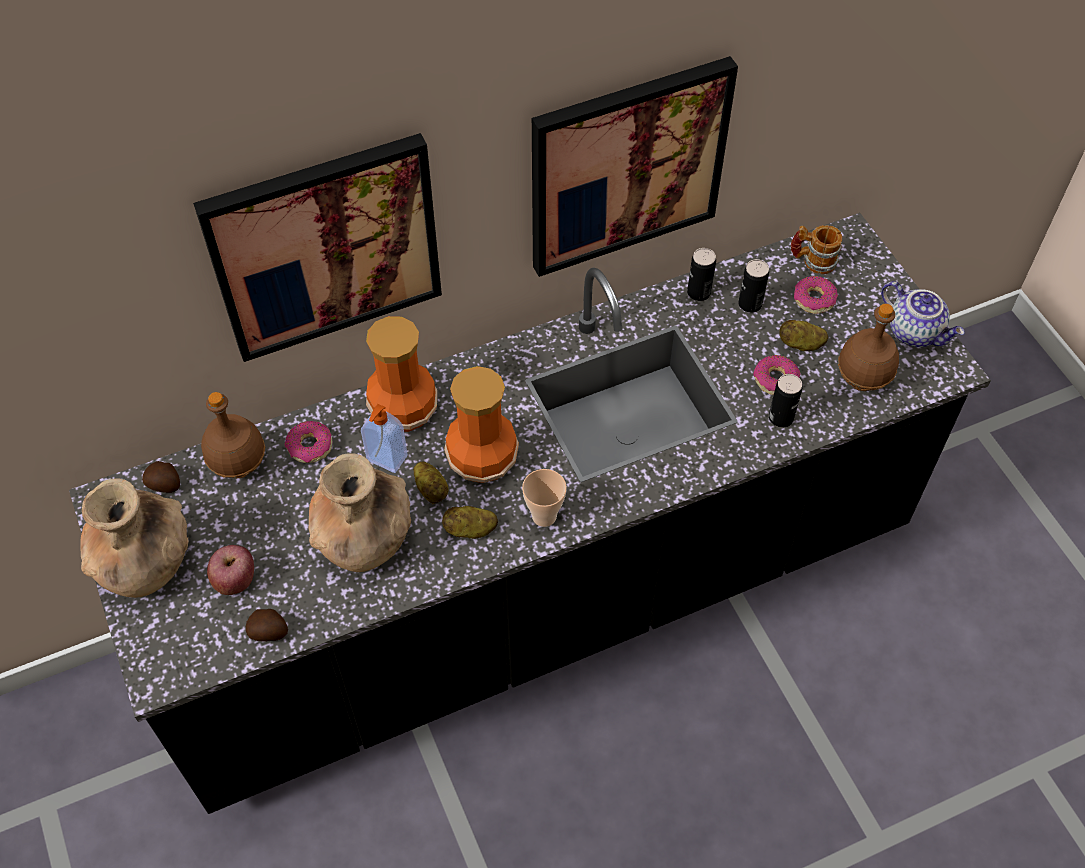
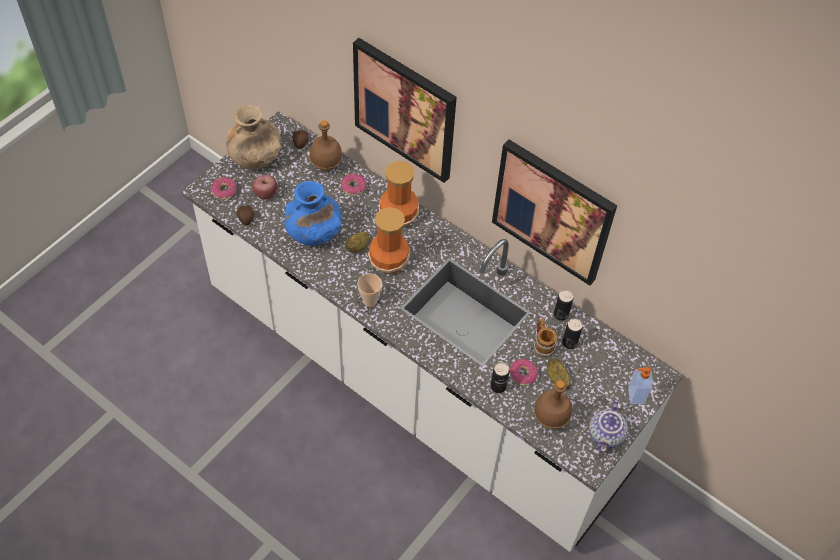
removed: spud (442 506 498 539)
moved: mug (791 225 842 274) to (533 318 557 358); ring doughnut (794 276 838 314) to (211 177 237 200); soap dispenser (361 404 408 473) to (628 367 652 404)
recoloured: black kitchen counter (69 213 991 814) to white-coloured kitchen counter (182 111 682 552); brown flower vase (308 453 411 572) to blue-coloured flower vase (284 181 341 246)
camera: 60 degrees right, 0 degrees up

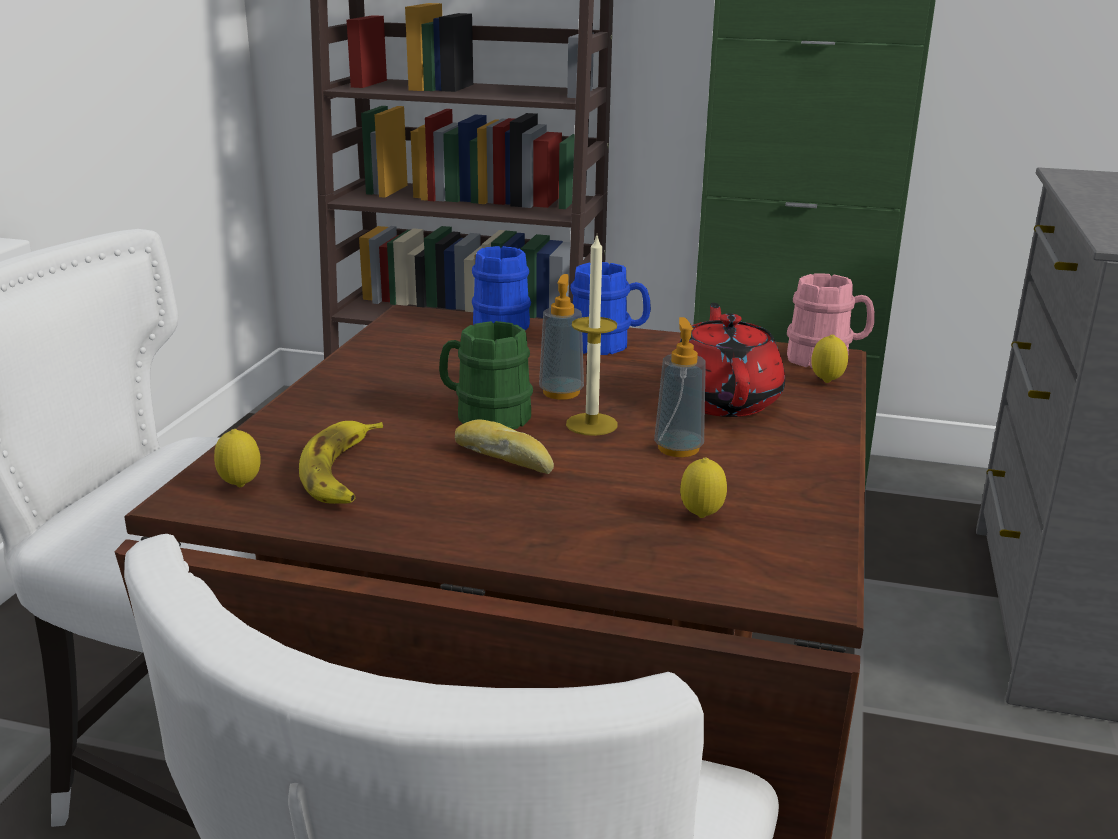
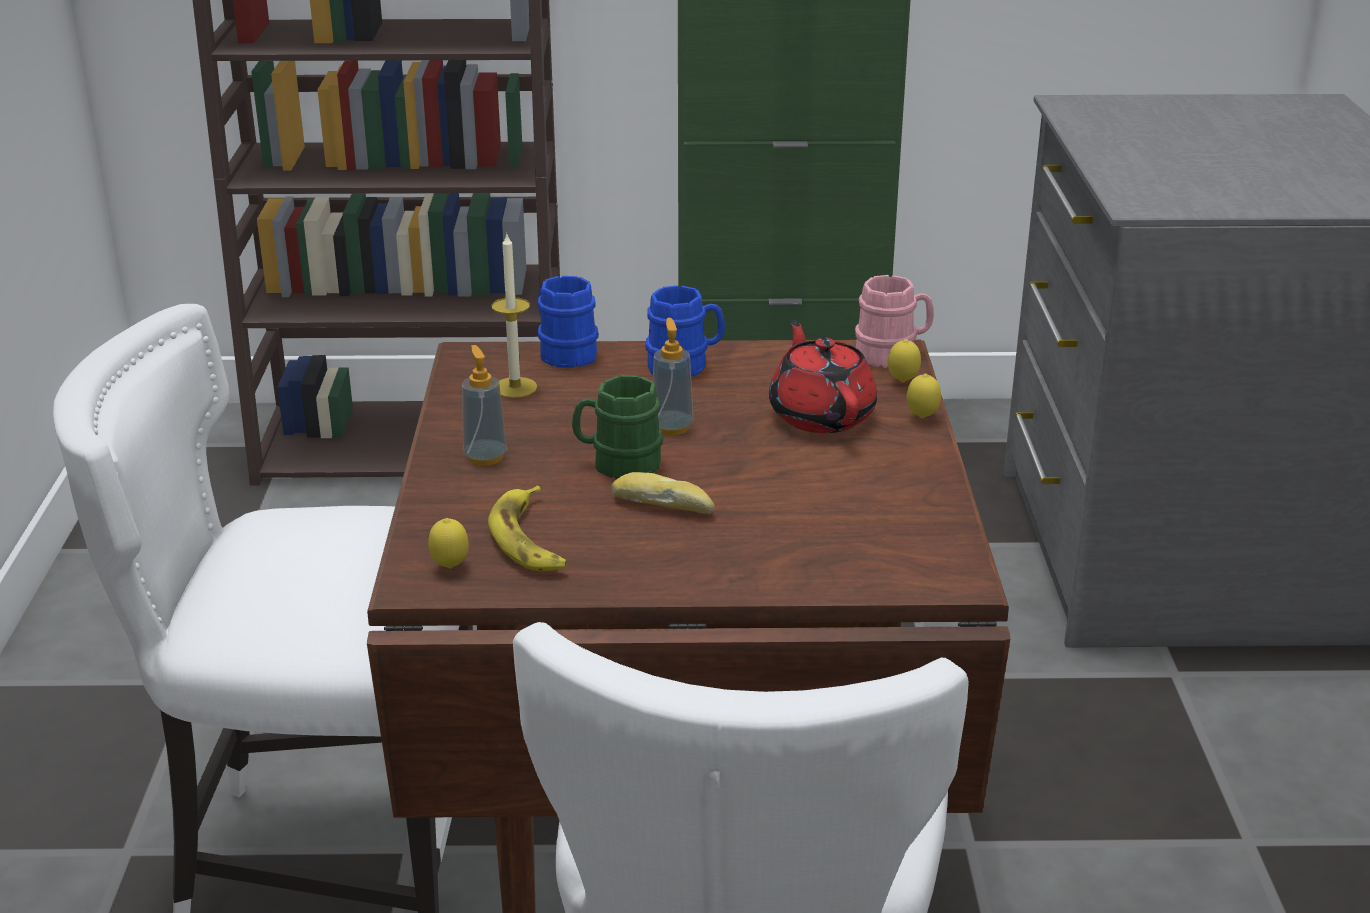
moved: wax candle (566 236 618 436) to (491 232 537 398); soap dispenser (654 317 706 457) to (462 345 507 466); whole lemon (680 458 727 518) to (907 374 941 419)
camera: 15 degrees left, 5 degrees up

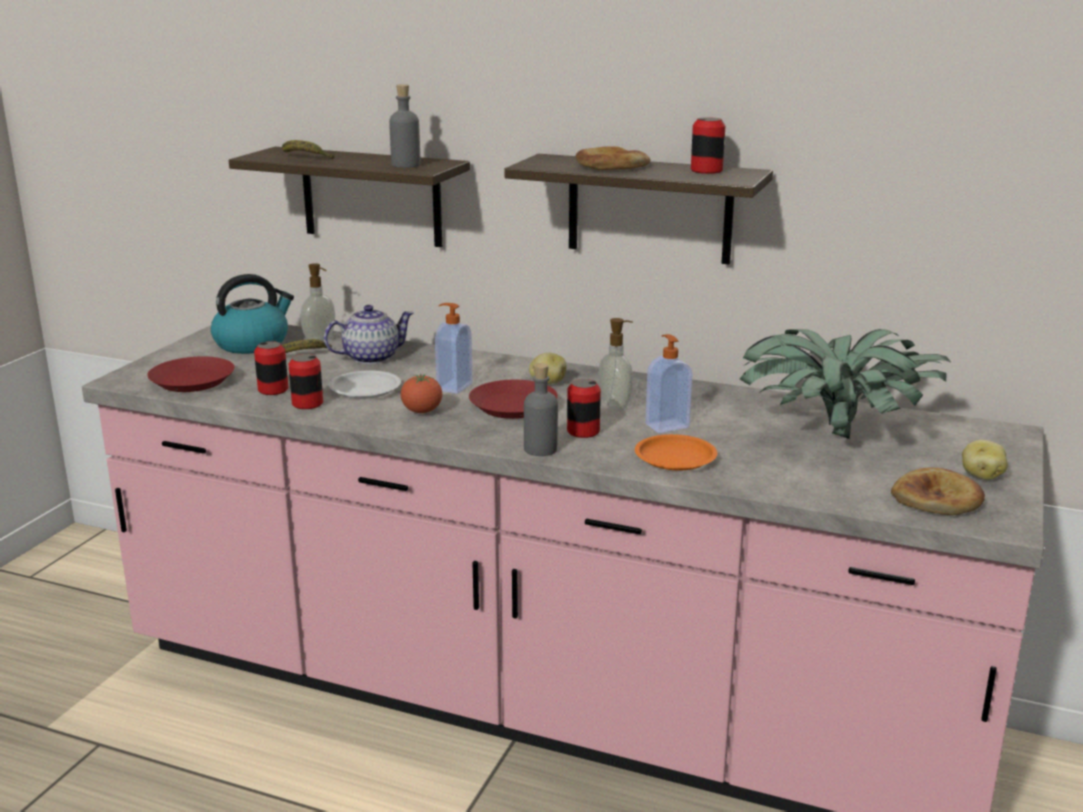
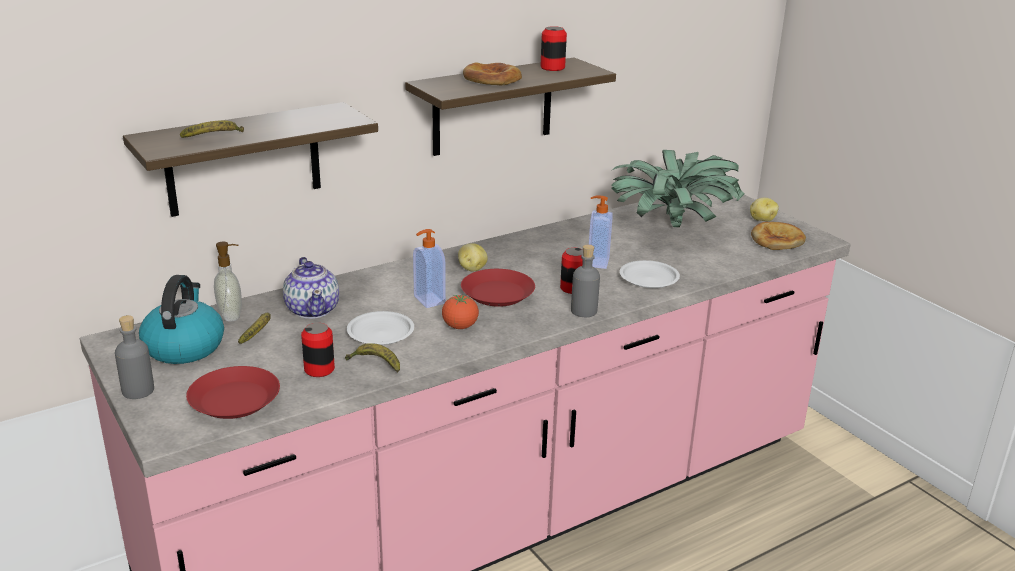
removed: soap dispenser (598 318 633 410)
moved: greyish beverage bottle (389 84 420 168) to (115 315 154 399)
replaced: sealed can (288 354 323 409) to whole banana (345 343 400 372)
recoloured: orange-coloured dinner plate (635 434 717 470) to white-coloured dinner plate (620 260 680 288)
turned: tea pot (324 305 414 364) = (283 257 339 319) 150 degrees clockwise
camera: 55 degrees left, 5 degrees up

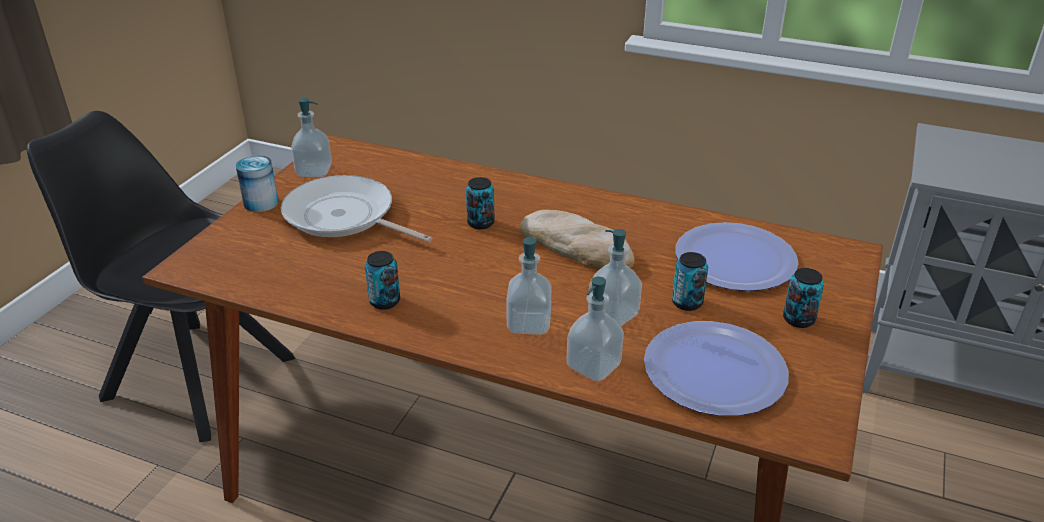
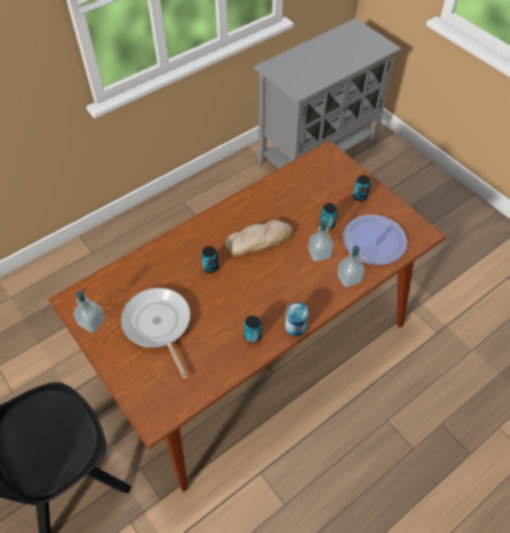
removed: dinner plate (676 222 799 291); soap dispenser (506 236 552 335)
moved: sealed can (236 155 278 212) to (285 302 309 336)
turned: pan (281 175 432 242) = (121 288 190 379) 90 degrees clockwise
camera: 60 degrees left, 20 degrees up

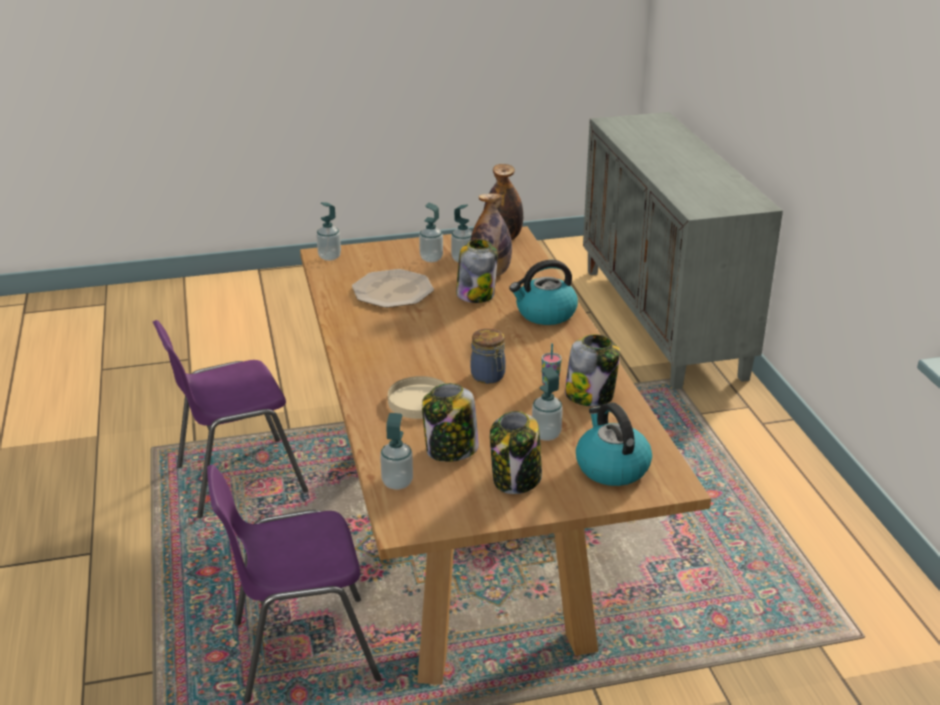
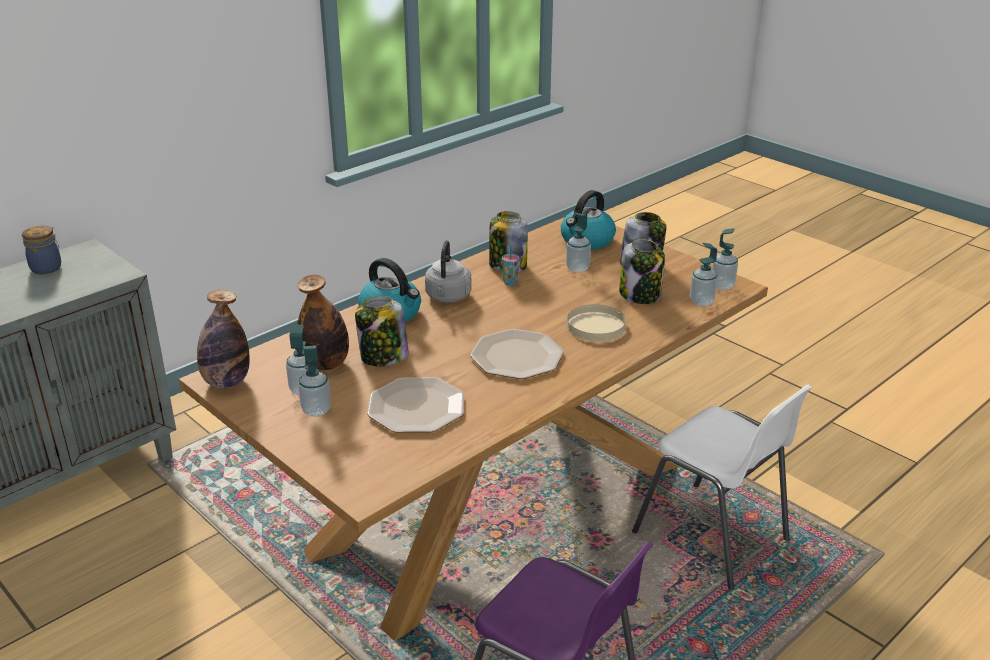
added: greyish tea kettle (425 240 472 303); dinner plate (470 329 564 379)
moved: soap dispenser (317 202 341 261) to (712 228 738 290); preserve jar (471 329 506 384) to (22 226 61 274)
recoloured: purple-coloured upright chair (207 465 382 703) to white-coloured upright chair (632 385 812 590)
camera: 120 degrees left, 0 degrees up

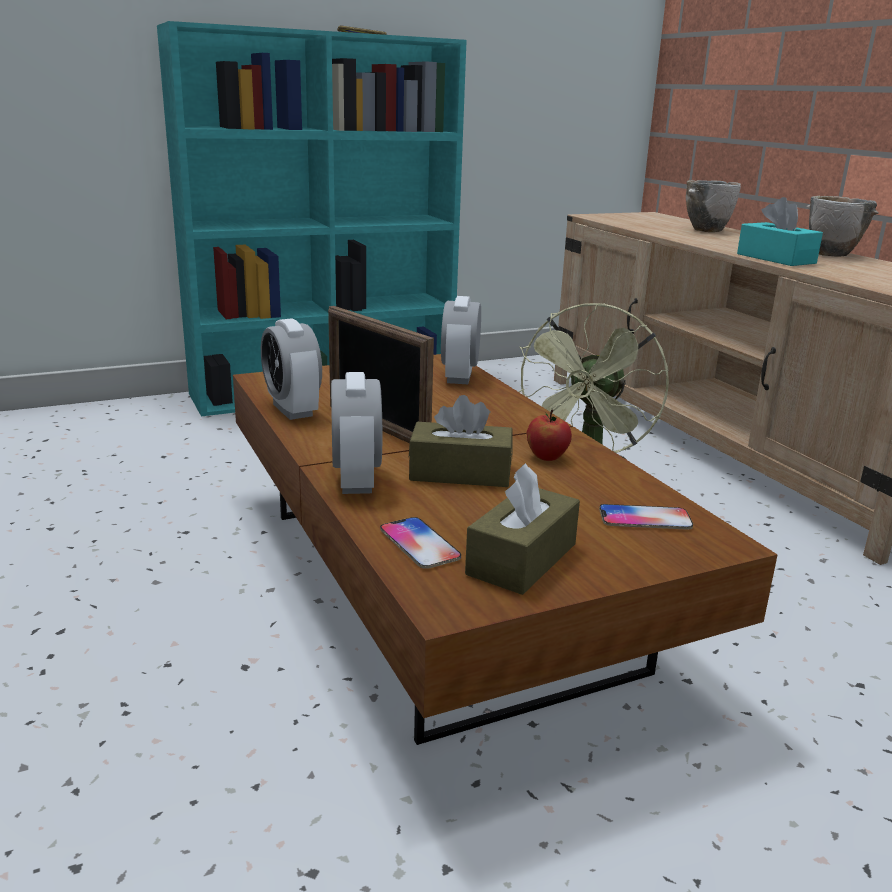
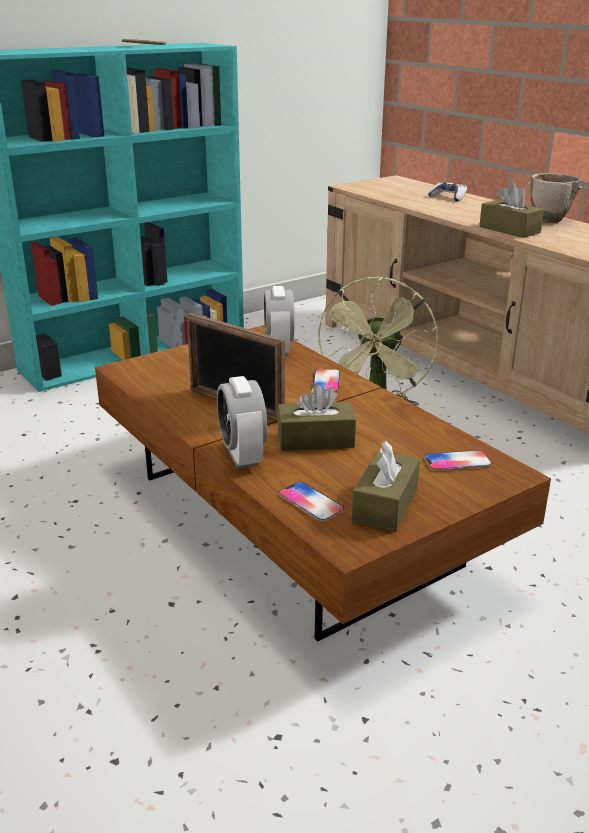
removed: alarm clock (261 318 322 420); apple fruit (527 410 572 461)
added: phone (313 369 340 393)
replaced: deep dish (686 180 741 232) to game controller (428 182 467 202)
recoloured: turquoise-coloured tissue box (737 197 823 266) to brown tissue box (479 183 544 238)
camera: 10 degrees left, 5 degrees up

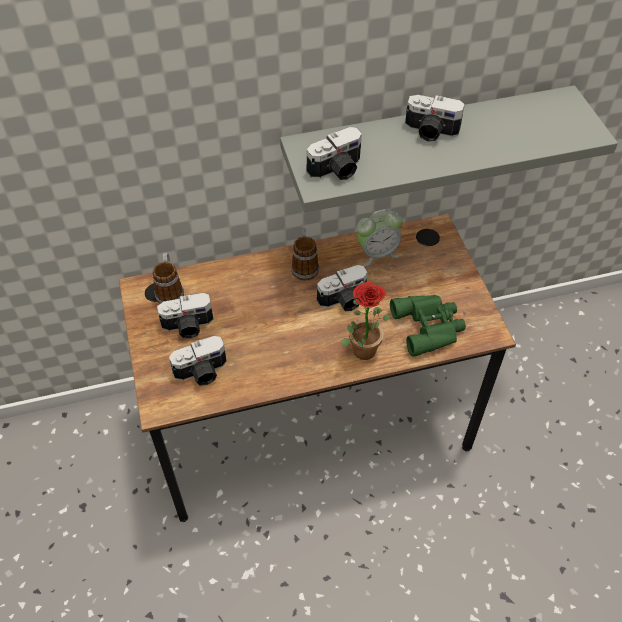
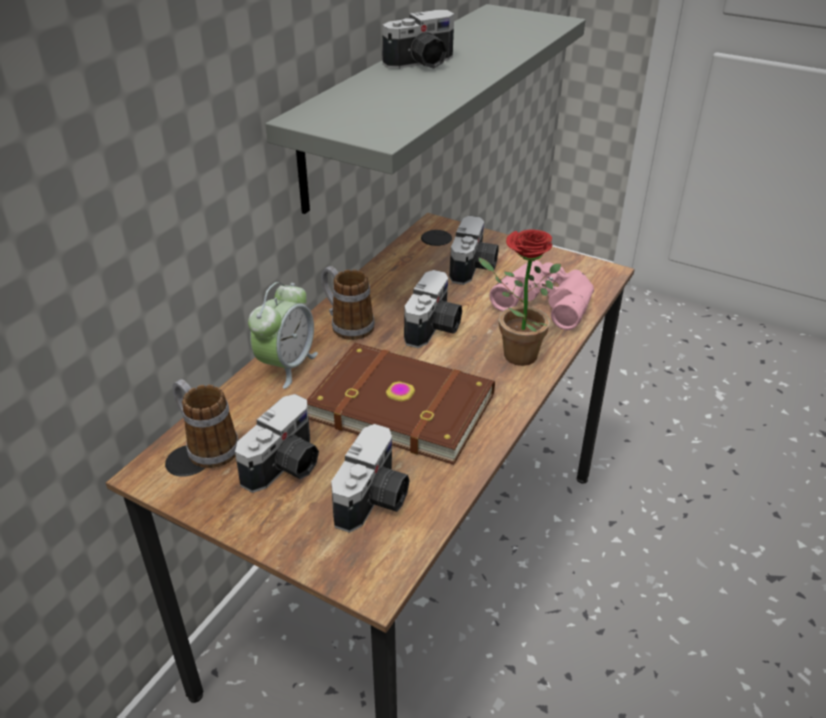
added: brown book (307 343 495 465)
moved: still camera (307 127 362 180) to (449 216 499 285); alarm clock (357 210 403 266) to (248 282 318 389)
recoloured: greenish pair of binoculars (390 295 466 357) to pink pair of binoculars (489 260 594 330)
camera: 45 degrees left, 15 degrees down

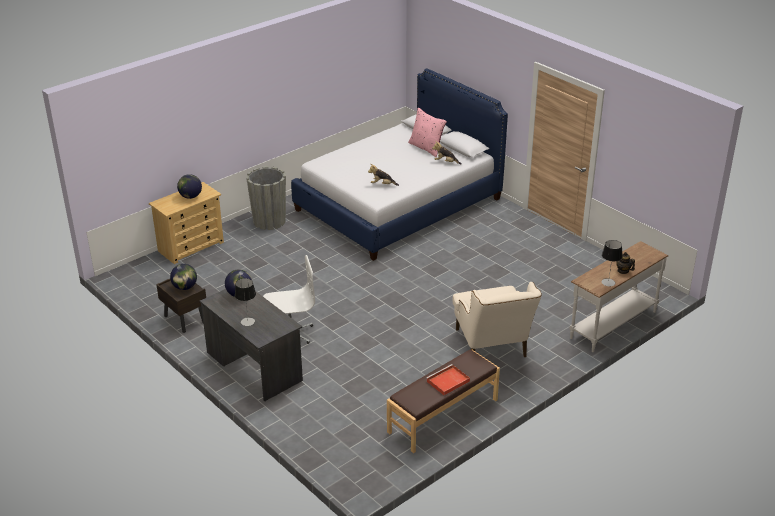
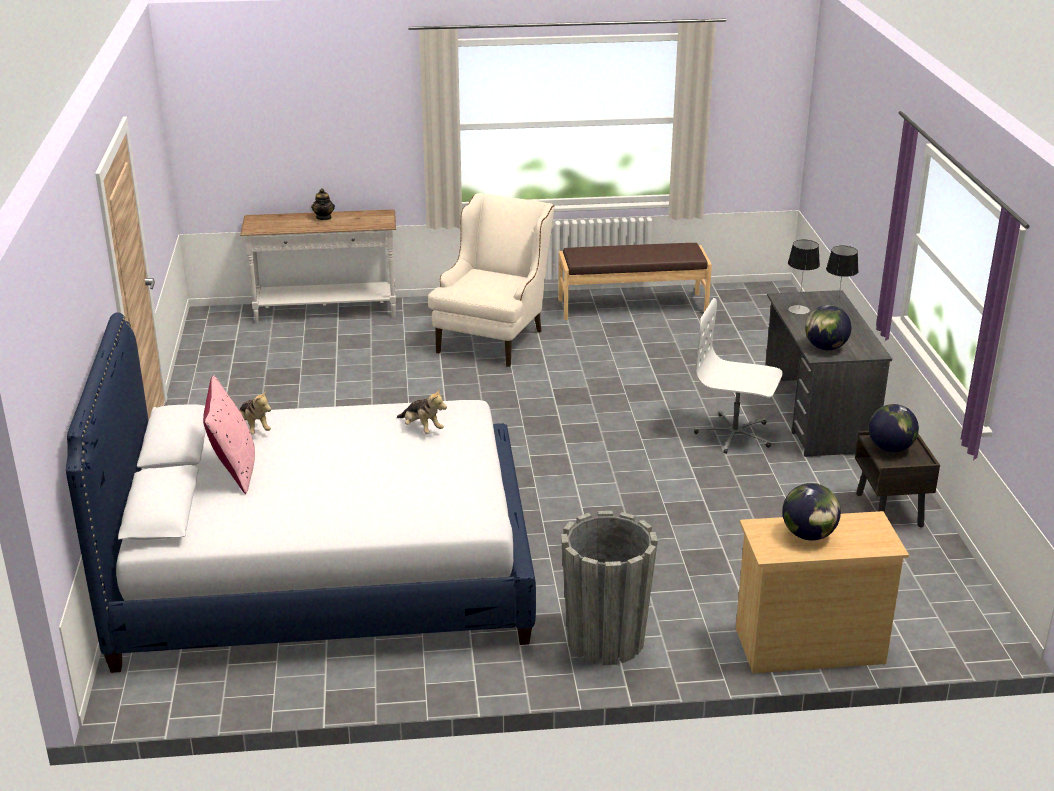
removed: red tray (426 364 470 395)
moved: tabletop lamp (602 240 623 286) to (788 240 820 314)
camera: 145 degrees left, 5 degrees down

